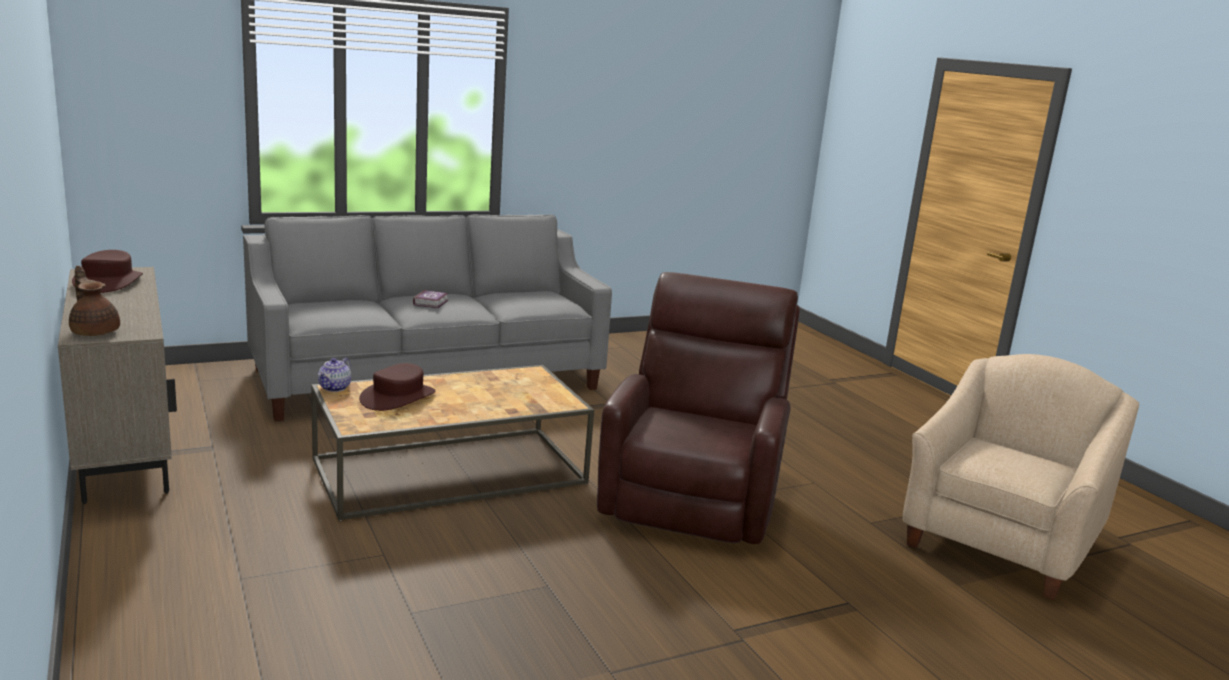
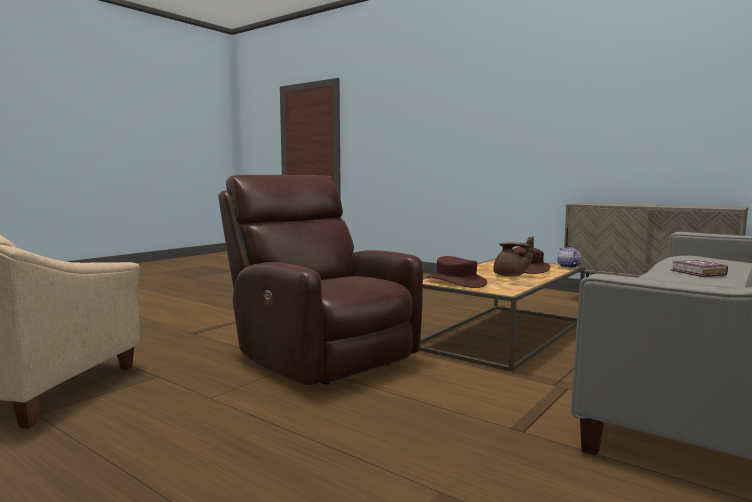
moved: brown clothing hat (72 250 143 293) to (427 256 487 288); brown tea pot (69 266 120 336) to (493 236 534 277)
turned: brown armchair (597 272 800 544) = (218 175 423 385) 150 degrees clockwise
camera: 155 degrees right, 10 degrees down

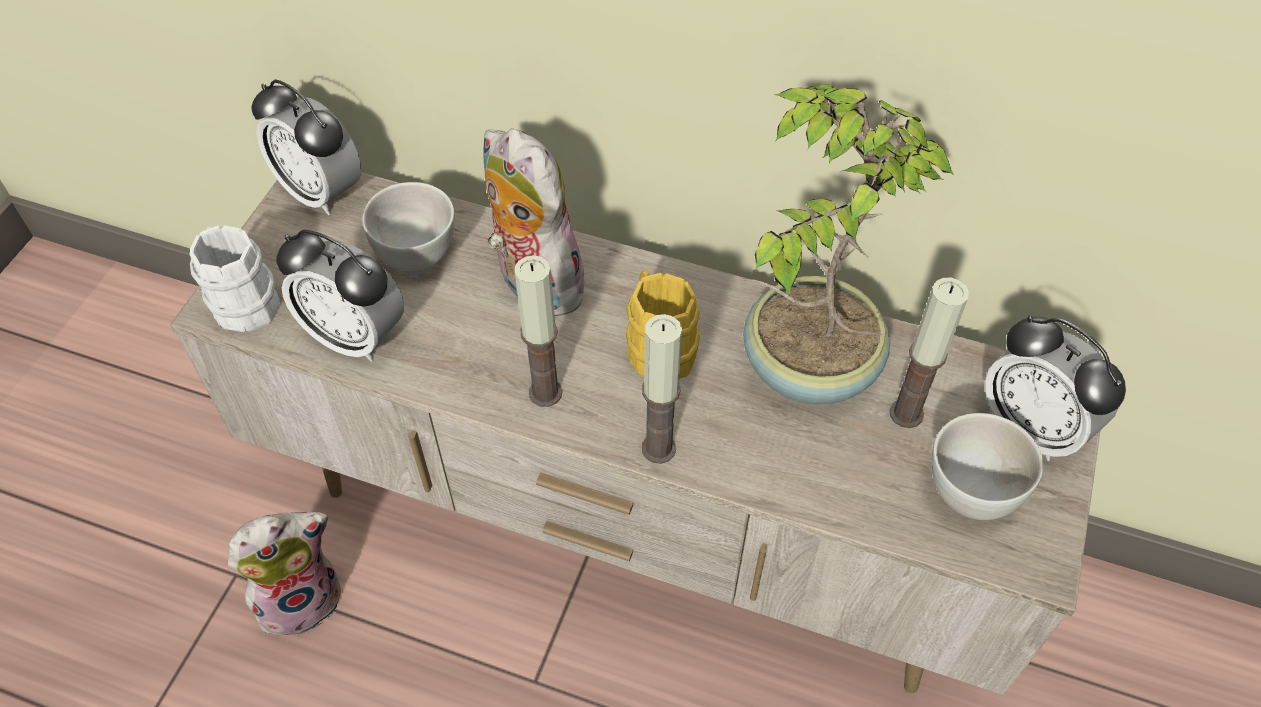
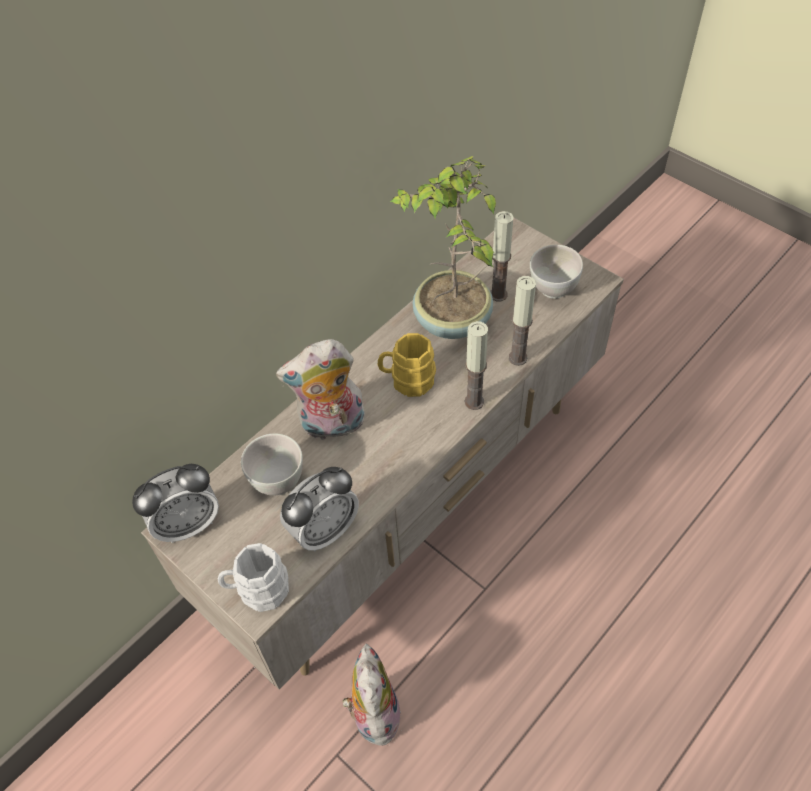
removed: alarm clock (985 315 1126 461)
moved: wax candle (515 255 562 407) to (508 276 536 366)
camera: 65 degrees left, 0 degrees up

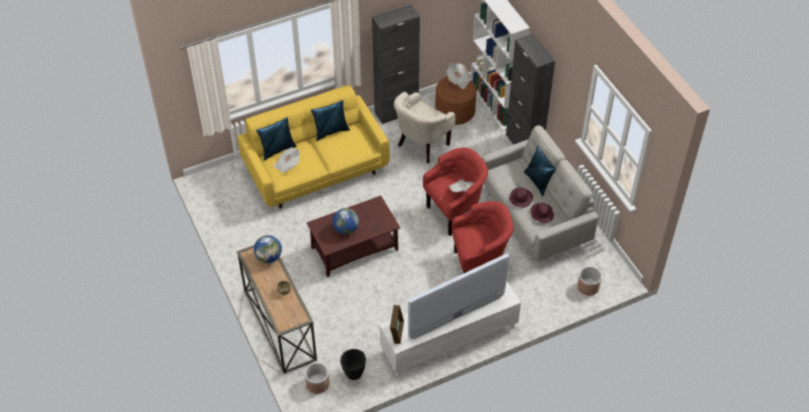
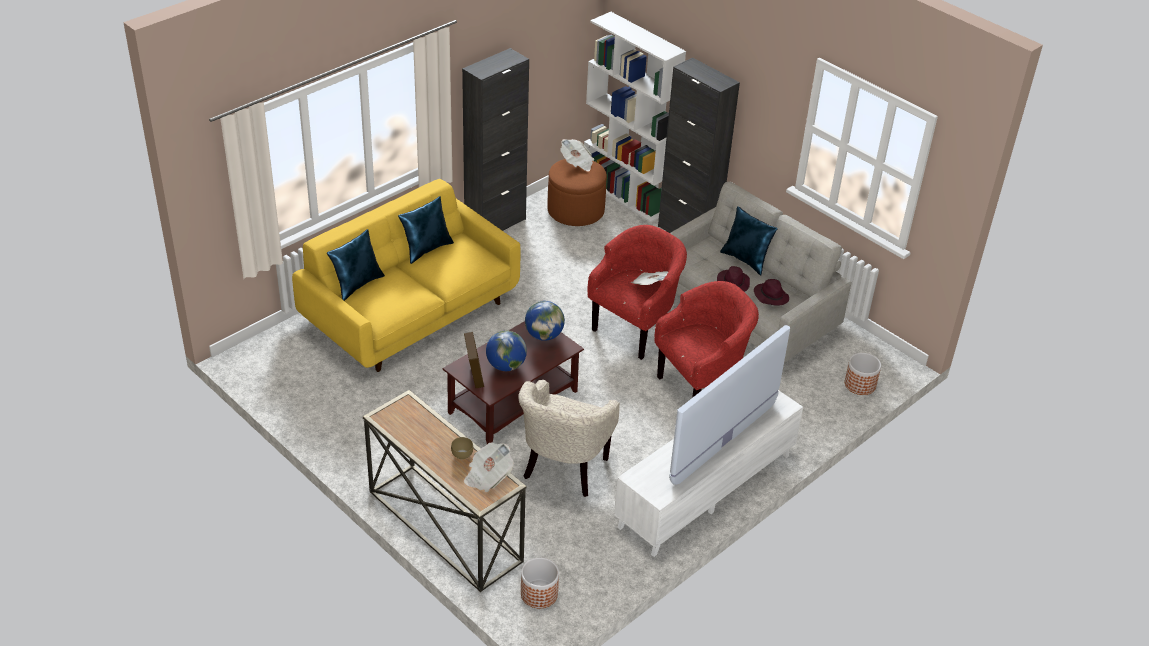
removed: black plant pot (340 349 366 380)
moved: beige-coloured armchair (394 92 455 163) to (518 380 620 497); newspaper (274 147 300 173) to (464 442 514 492); world globe (254 235 282 263) to (525 301 565 341); picture frame (390 305 404 344) to (464 332 484 388)
camera: 20 degrees left, 10 degrees down

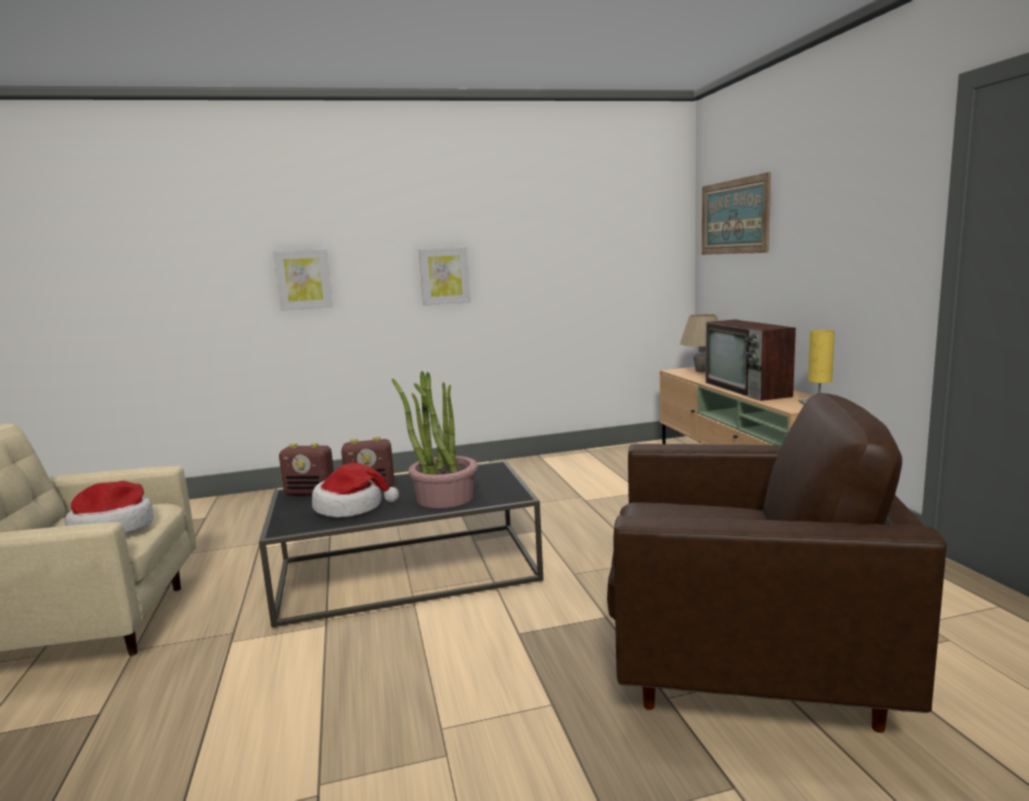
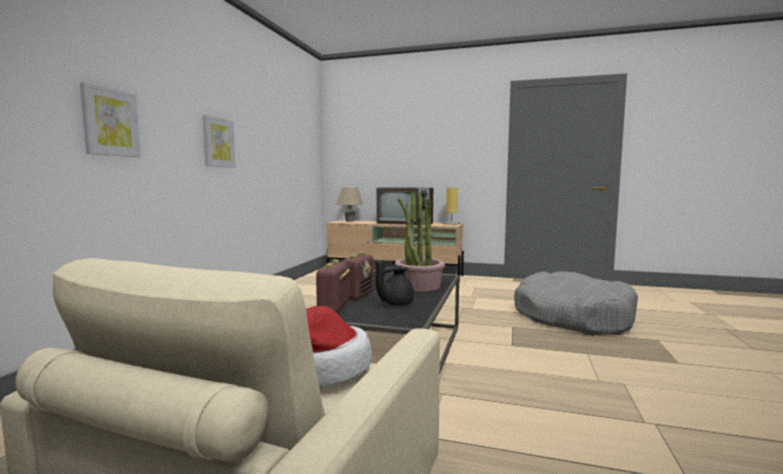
removed: wall picture (702 172 771 255)
replaced: brown armchair (607 393 947 733) to greyish dog cushion (514 271 638 336); clothing hat (312 463 399 517) to black tea pot (375 261 414 306)
turned: radio (279 443 334 495) = (316 260 350 313) 150 degrees clockwise
camera: 60 degrees left, 5 degrees down

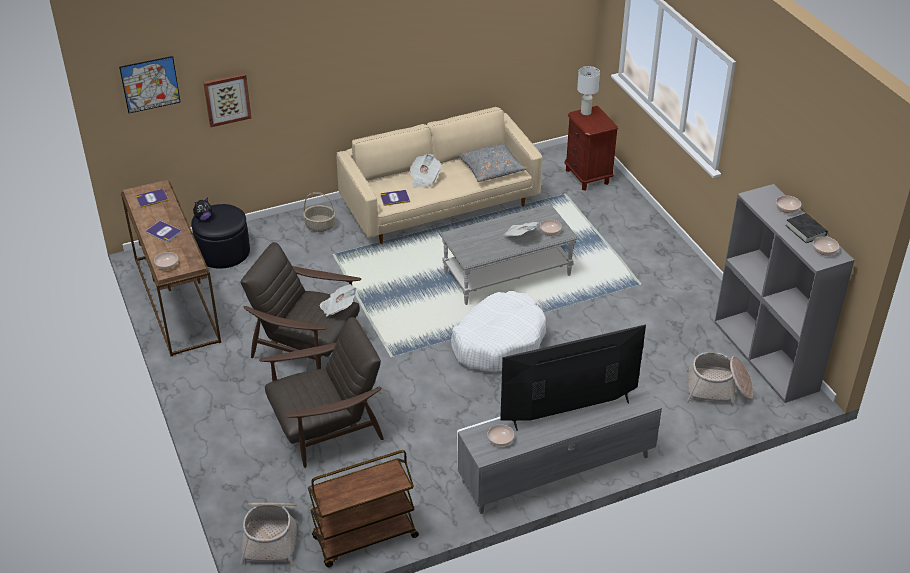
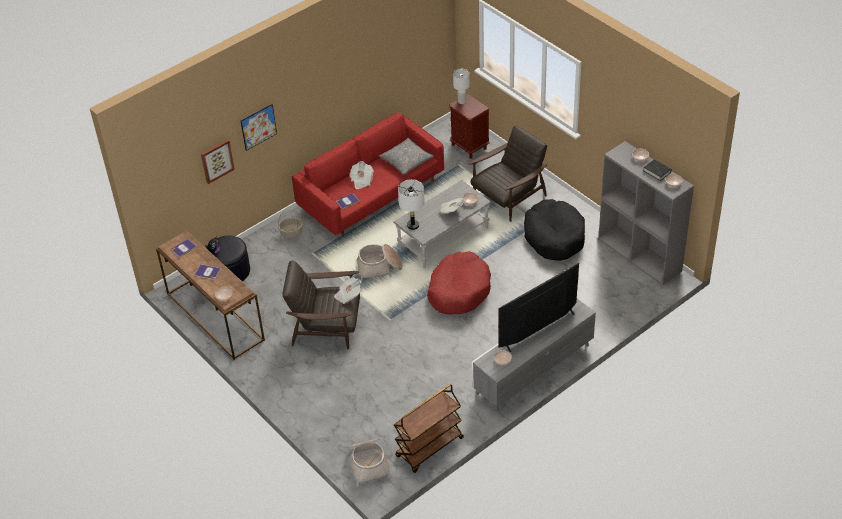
added: white-coloured tabletop lamp (398 179 425 230); black dog cushion (524 199 585 261)
moved: wall picture (119 56 181 113) to (241 104 277 151); brown armchair (259 317 384 468) to (468 125 548 222); storage basket (687 352 753 406) to (357 244 403 281)
recoloured: beige-coloured couch (336 107 542 244) to red couch (292 113 444 236); white-coloured dog cushion (451 291 546 372) to red dog cushion (427 251 491 315)
camera: 15 degrees left, 5 degrees up

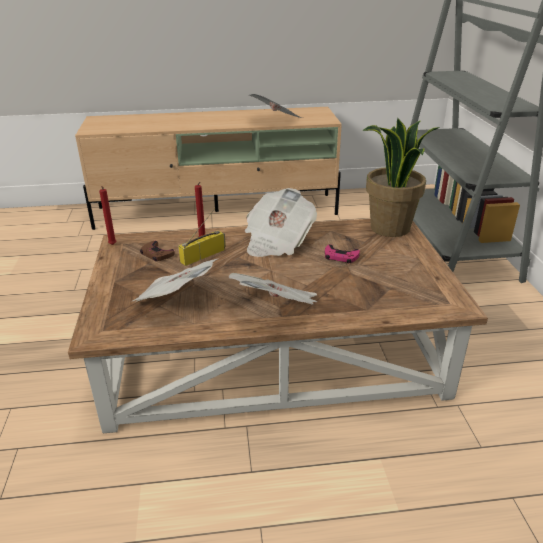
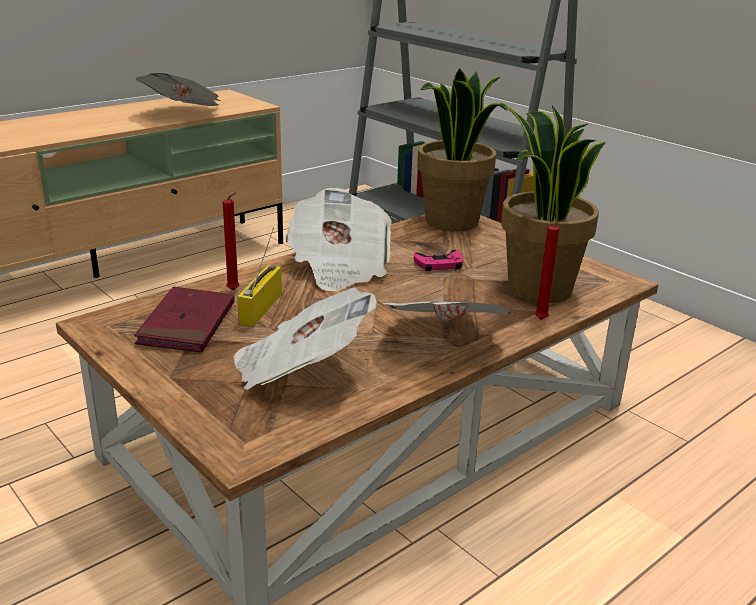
added: houseplant (501 104 606 303)
moved: red wax candle (99 186 117 245) to (535 219 566 320)
replaced: brown game controller (140 241 175 261) to red book (134 287 235 352)
camera: 35 degrees left, 5 degrees down

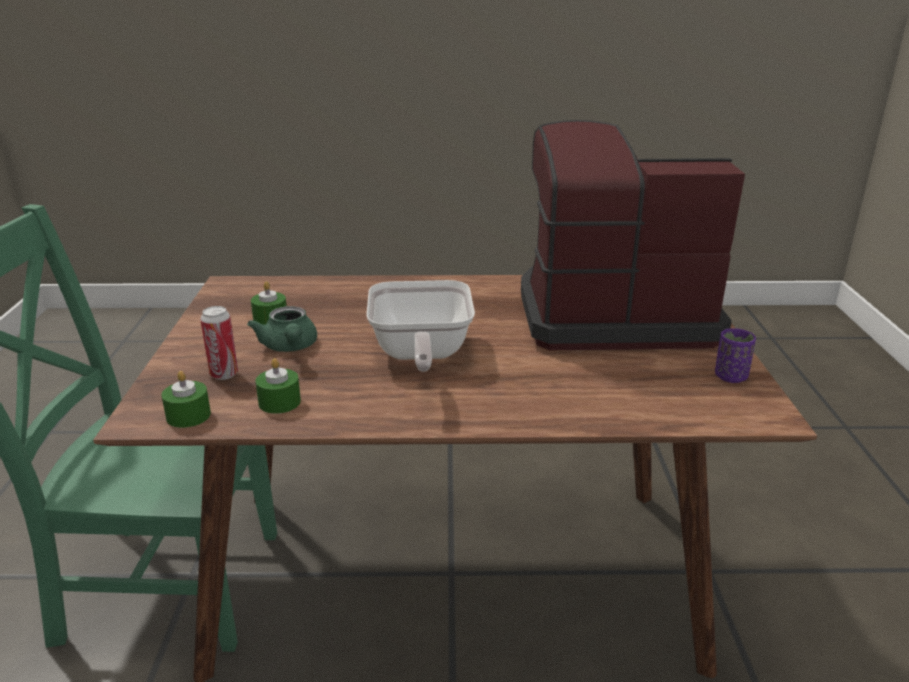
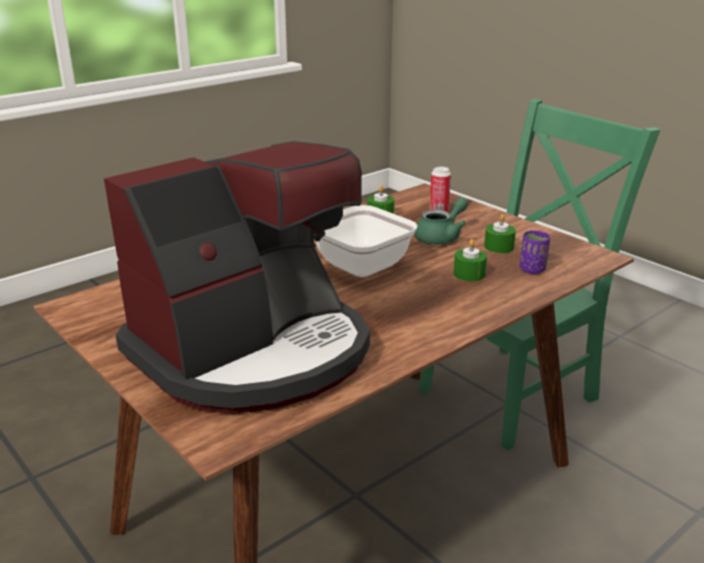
moved: purple-coloured cup (715 328 756 383) to (520 230 550 274); greenish wax candle (161 371 211 428) to (454 239 487 281)
turned: greenish tea pot (247 306 317 352) = (414 197 468 245) 105 degrees clockwise
camera: 140 degrees right, 0 degrees up

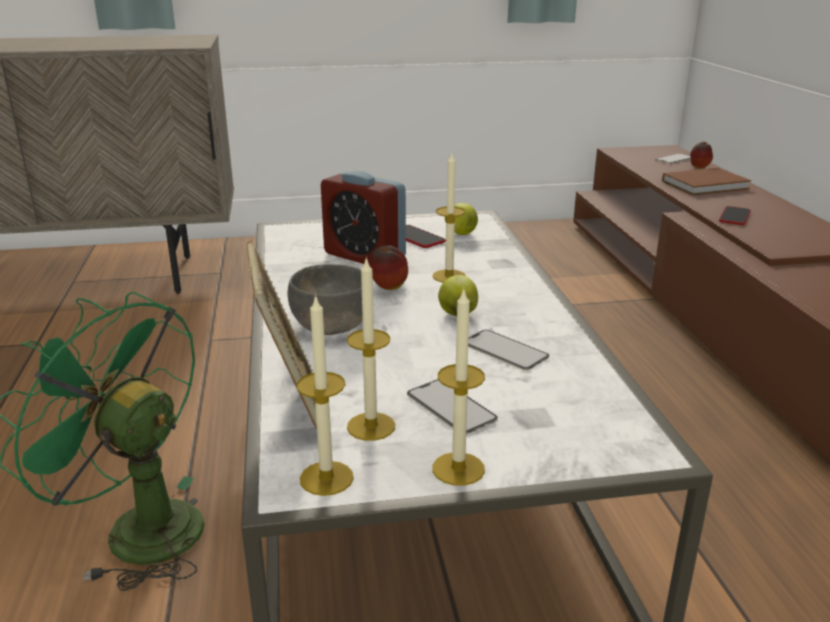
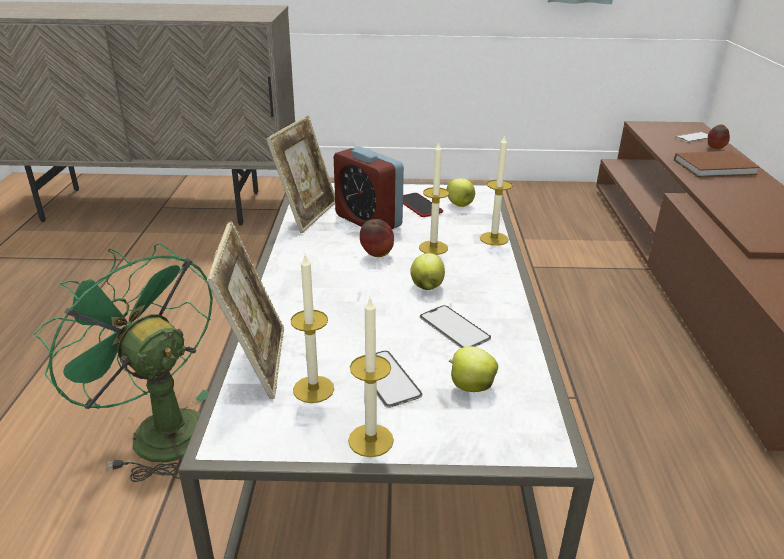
removed: phone (719 206 751 225); greyish deep dish (288 264 363 335)
added: picture frame (266 115 335 233); apple fruit (449 346 498 392)
moved: wax candle (297 294 354 496) to (480 134 513 246)
camera: 10 degrees right, 5 degrees up

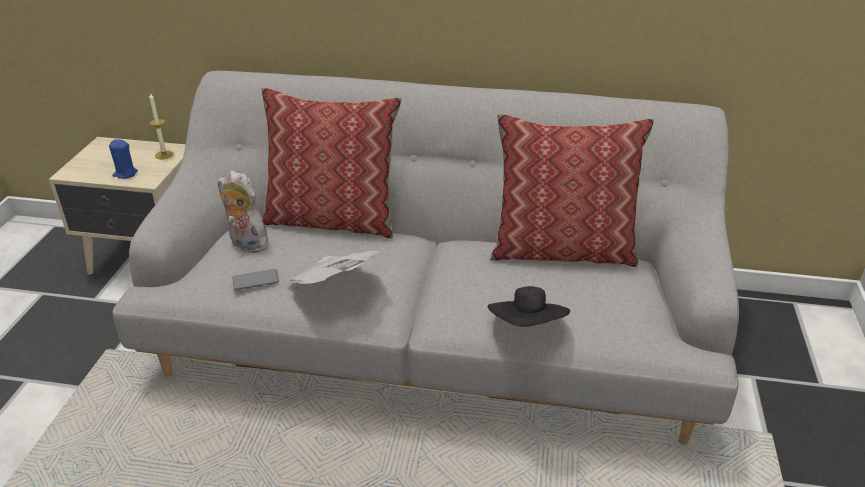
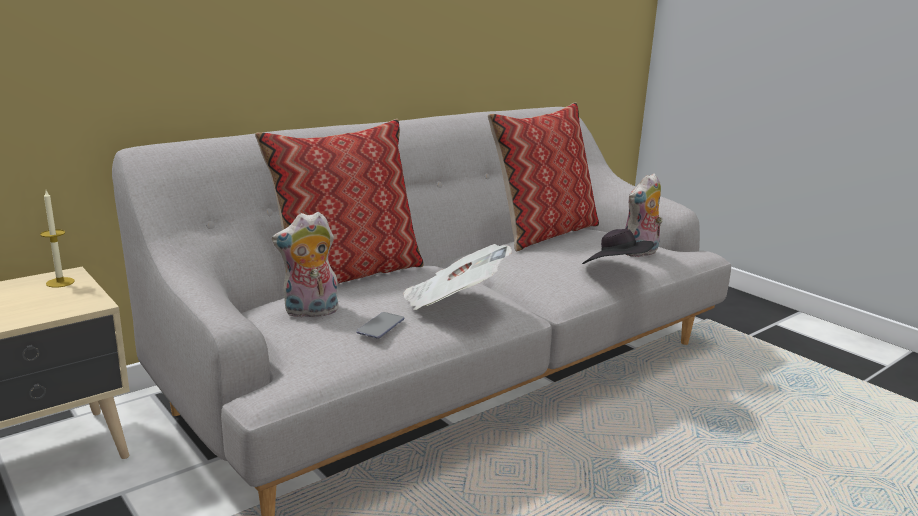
removed: blue-coloured wax candle (109 139 138 179)
added: cuddly toy (625 173 663 257)
camera: 50 degrees left, 15 degrees down

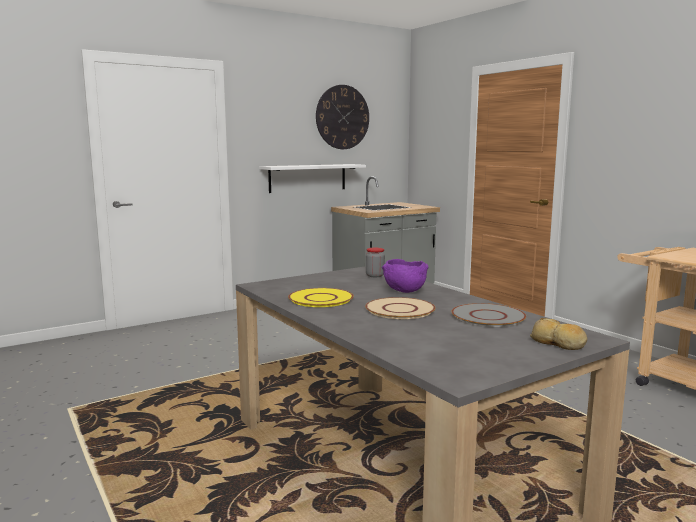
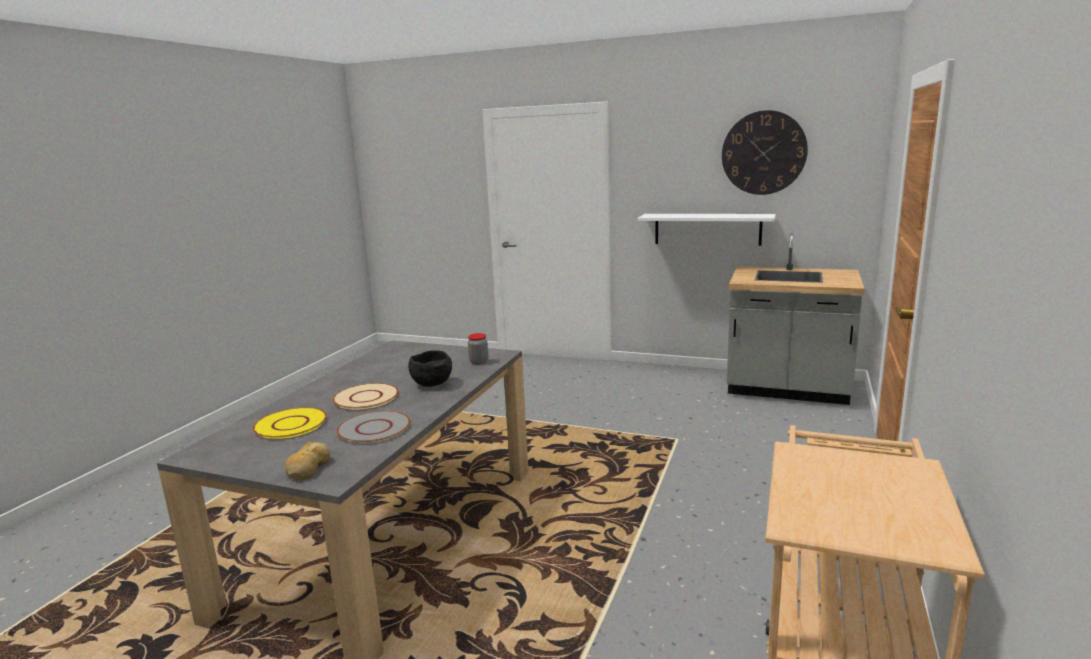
moved: yellowish dinner plate (288 288 354 307) to (252 407 327 439)
recoloured: purple-coloured deep dish (382 259 428 293) to black deep dish (408 350 452 387)
camera: 55 degrees right, 5 degrees up

